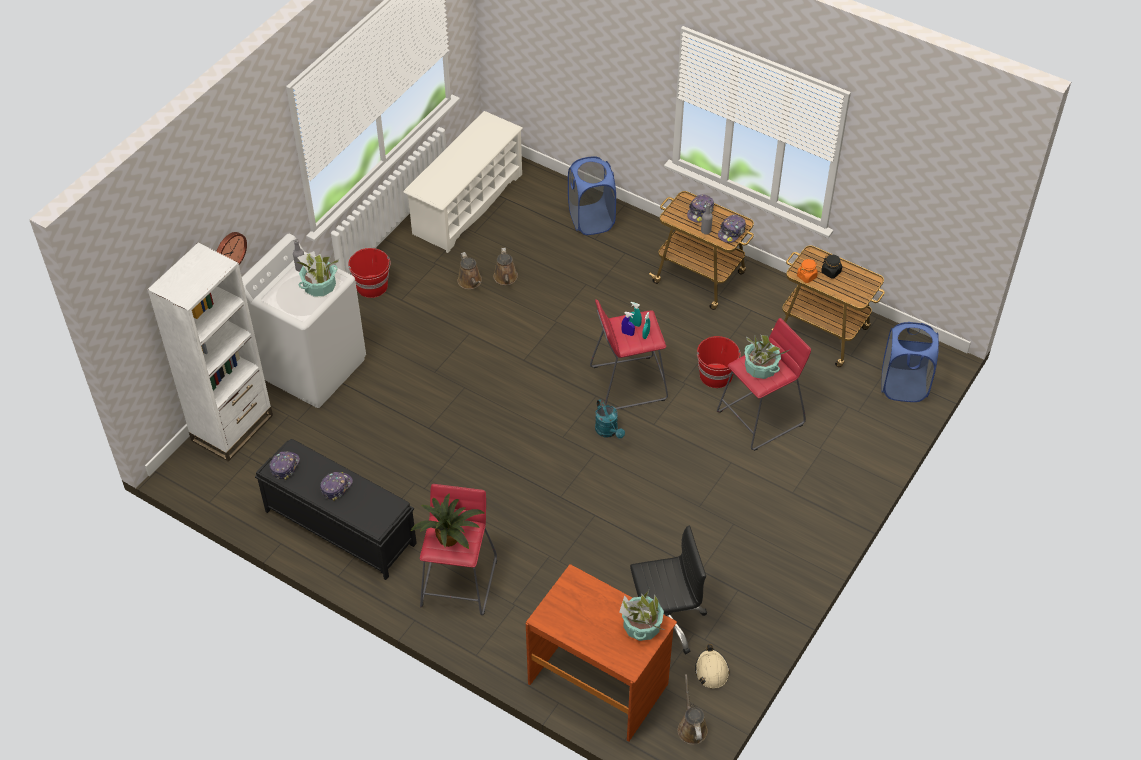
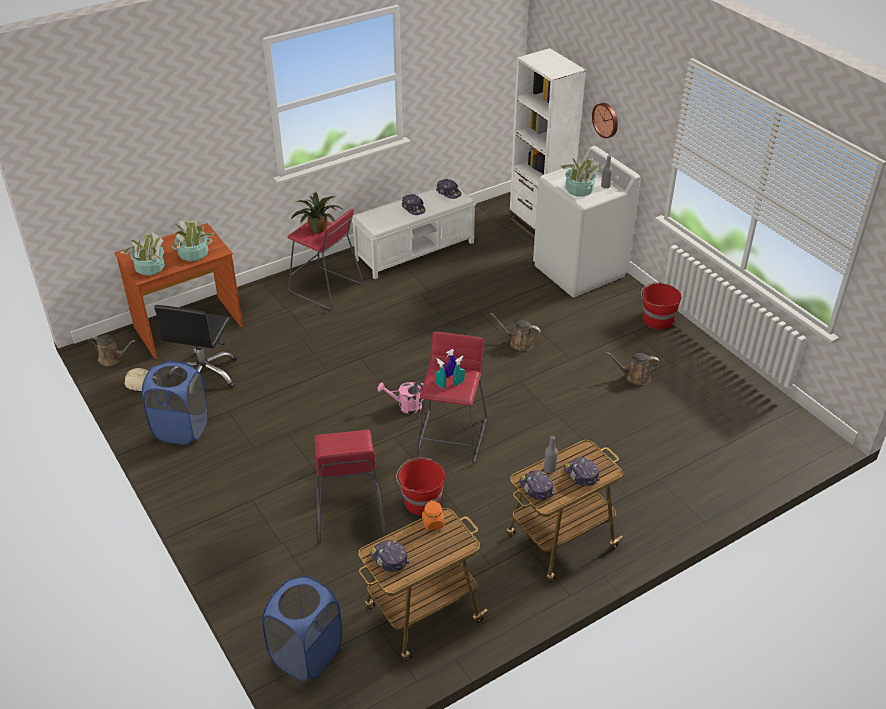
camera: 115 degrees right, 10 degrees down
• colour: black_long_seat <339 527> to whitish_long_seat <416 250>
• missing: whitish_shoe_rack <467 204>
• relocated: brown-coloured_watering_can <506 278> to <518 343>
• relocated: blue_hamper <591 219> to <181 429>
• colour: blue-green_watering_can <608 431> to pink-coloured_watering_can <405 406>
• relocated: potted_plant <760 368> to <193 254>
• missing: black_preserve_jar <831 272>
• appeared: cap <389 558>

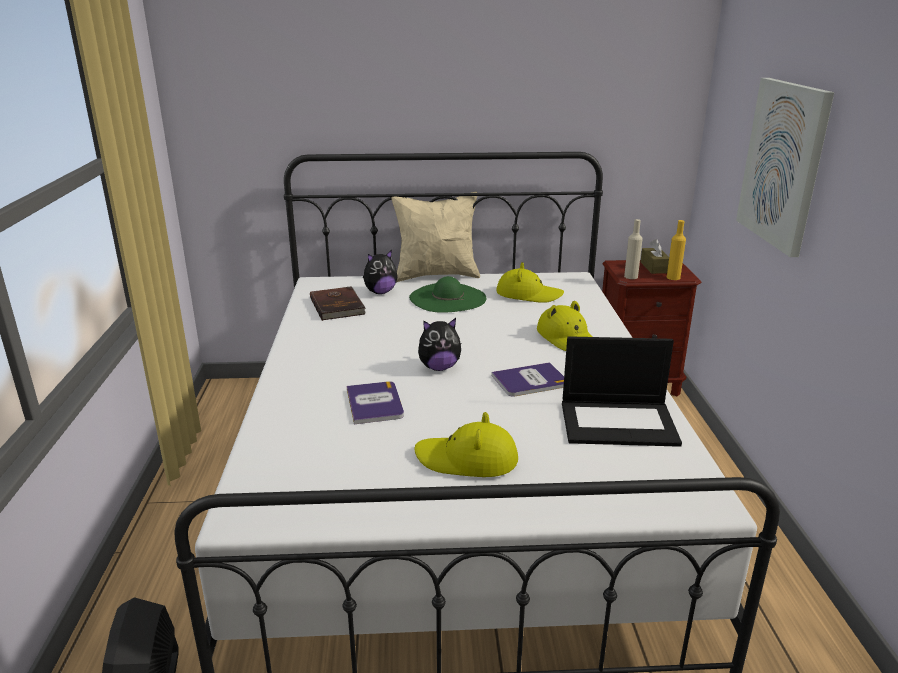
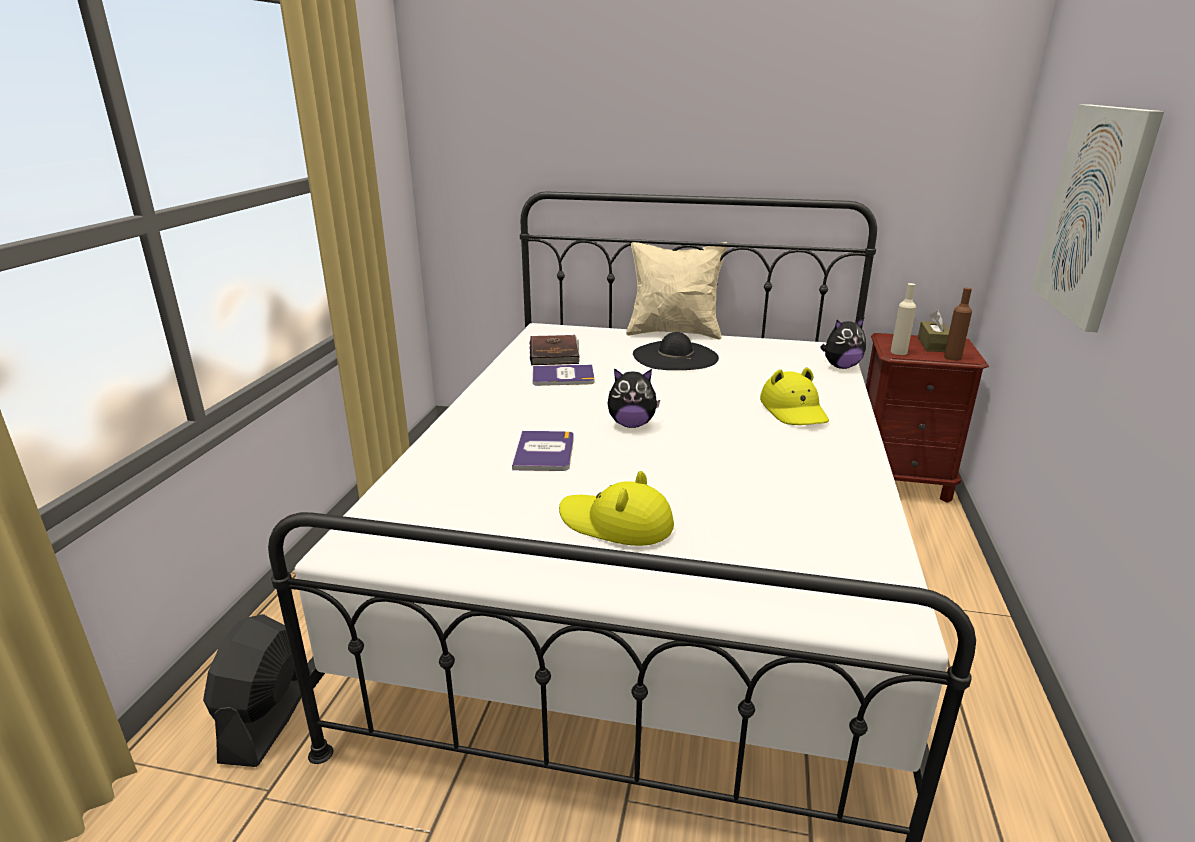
camera: 15 degrees right, 0 degrees up
• relocated: cuddly_toy <380 292> to <841 366>
• colour: green_wearable_hat <447 298> to black_wearable_hat <675 356>
• relocated: bound_book <530 381> to <563 376>
• missing: yellow_wearable_hat <528 294>
• missing: portable_computer <619 422>
• colour: yellow_bottle <673 277> to brown-coloured_bottle <952 357>

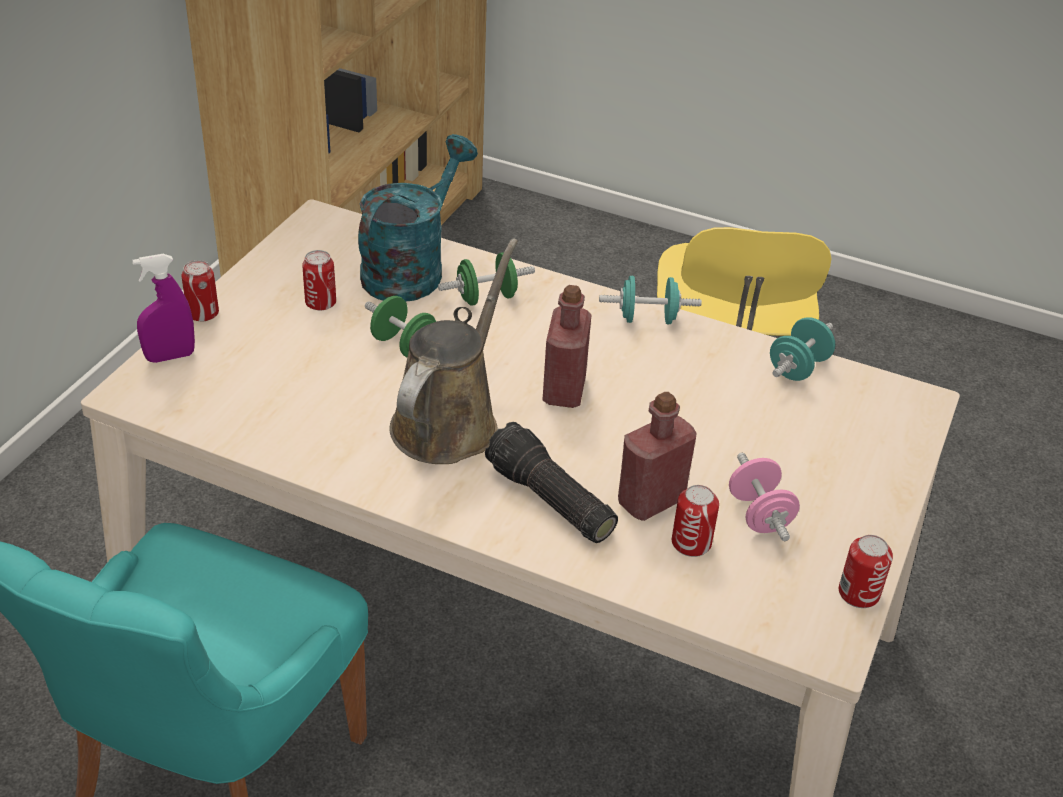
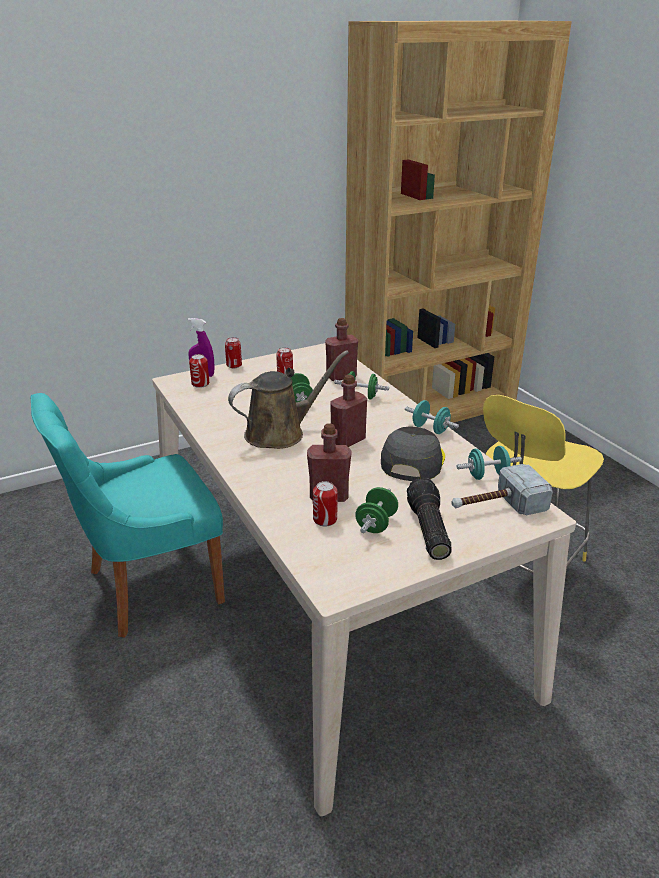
camera: 40 degrees right, 10 degrees down
• exchanged: blue-green_watering_can <411 268> to red_bottle <341 376>
• relocated: flashlight <547 500> to <427 529>
• colour: pink-coloured_hand_weight <759 515> to green_hand_weight <376 524>
• relocated: can <858 593> to <200 384>
• appeared: grey_cap <412 461>
• appeared: hammer <496 507>

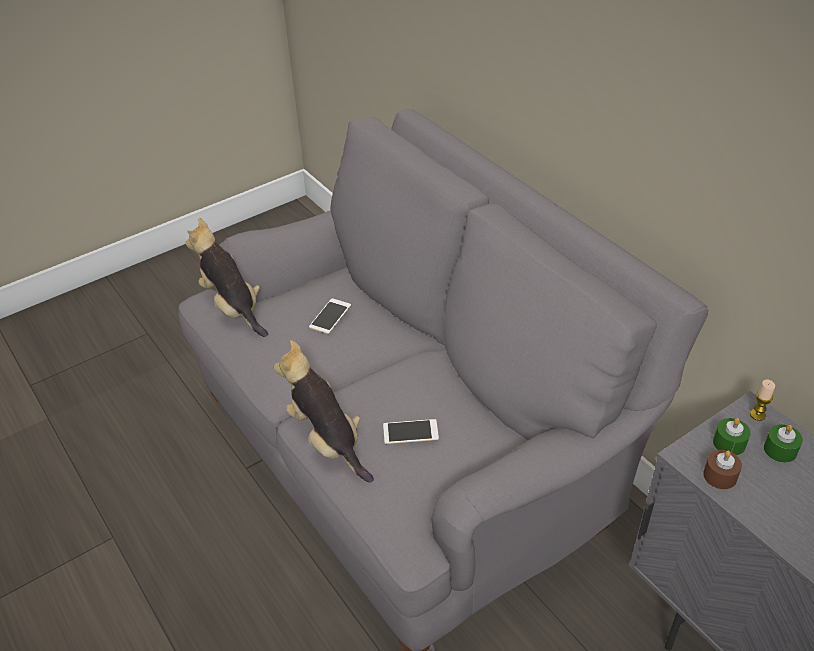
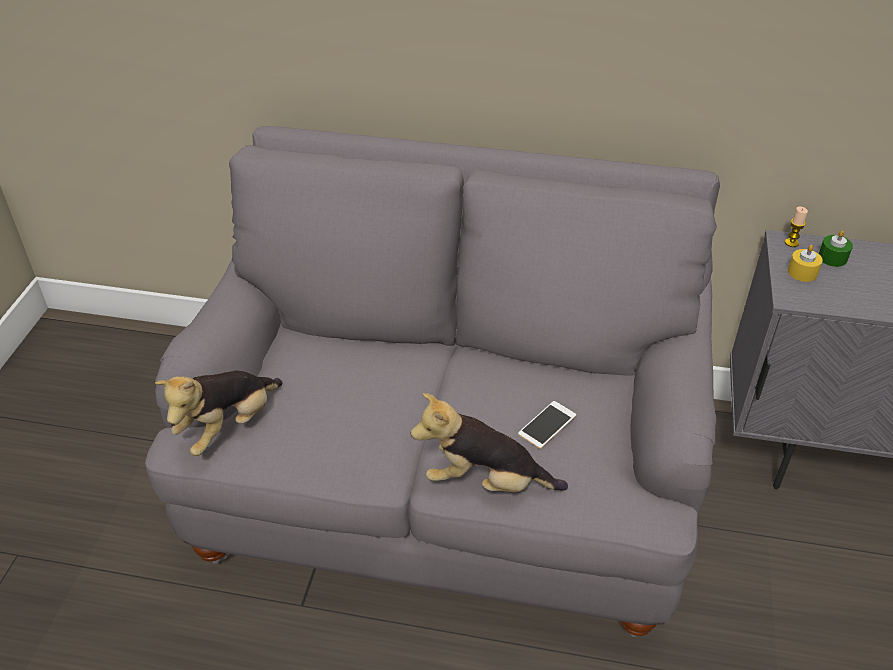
camera: 45 degrees left, 0 degrees up
• spun: cuddly_toy <233 307> = <228 427> 60 degrees counterclockwise
• missing: phone <330 316>
• missing: brown-coloured_wax_light <720 476>
• colour: green_wax_light <729 443> to yellow_wax_light <802 272>

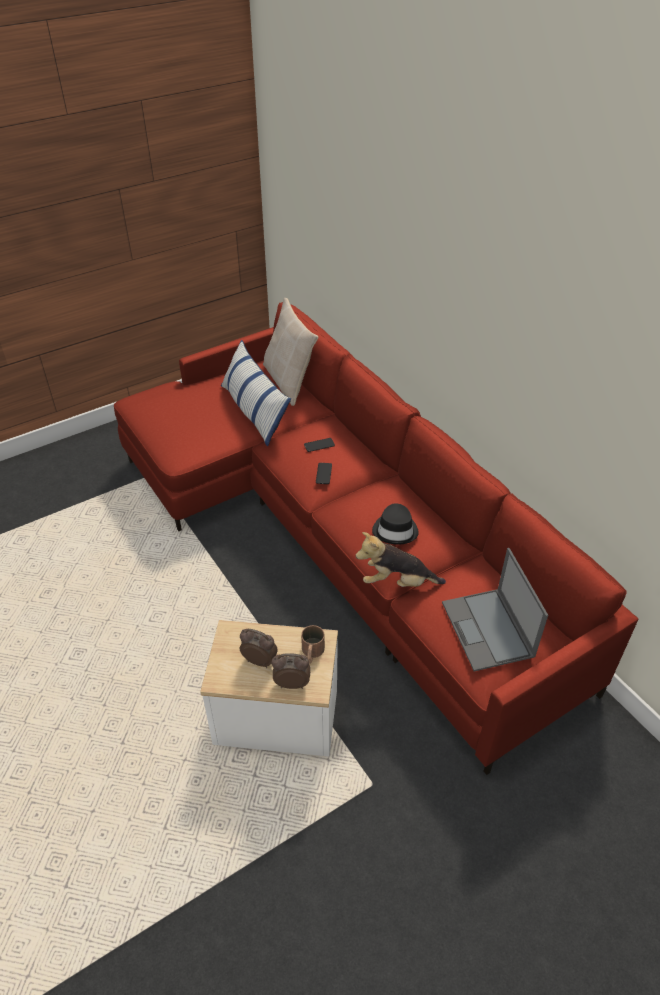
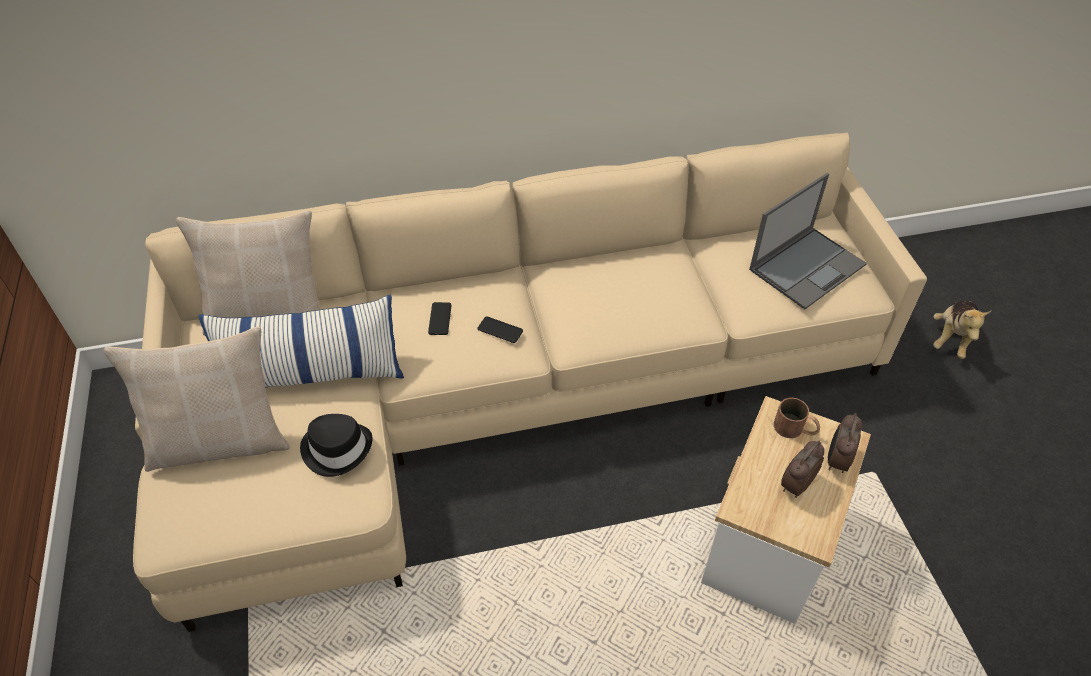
camera: 70 degrees left, 5 degrees up
• colour: red_sofa <338 535> to sand-coloured_sofa <504 395>
• relocated: cuddly_toy <397 582> to <951 338>
• relocated: black_wearable_hat <395 530> to <337 448>
• spun: portable_computer <488 630> = <807 266> 45 degrees counterclockwise
• appeared: sand-coloured_throw_pillow <220 441>

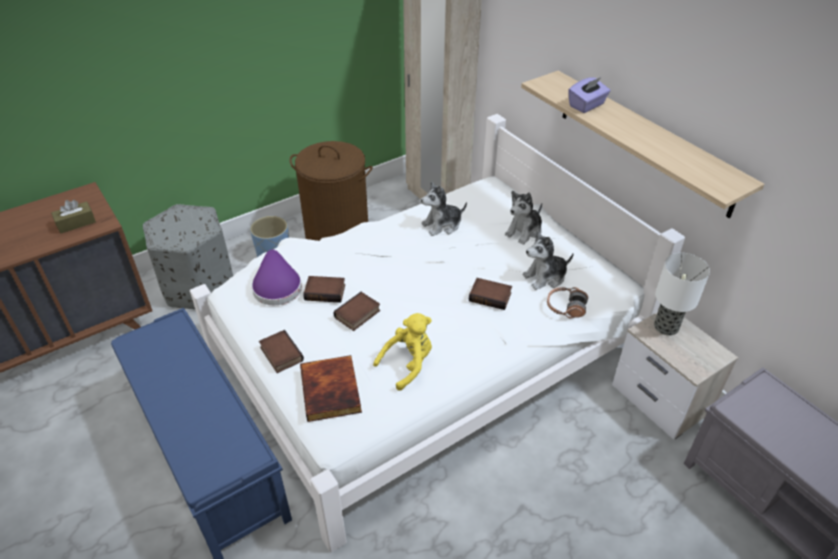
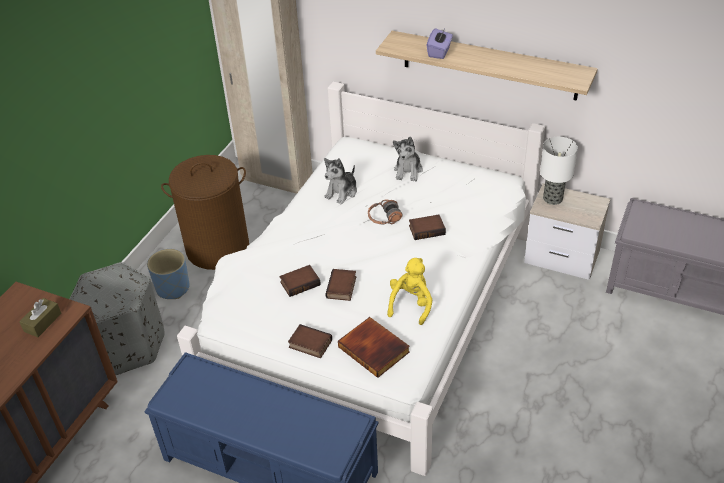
camera: 30 degrees left, 0 degrees up
• missing: purple_wearable_hat <277 286>
• missing: cuddly_toy <545 277>
• relocated: headset <565 307> to <384 218>

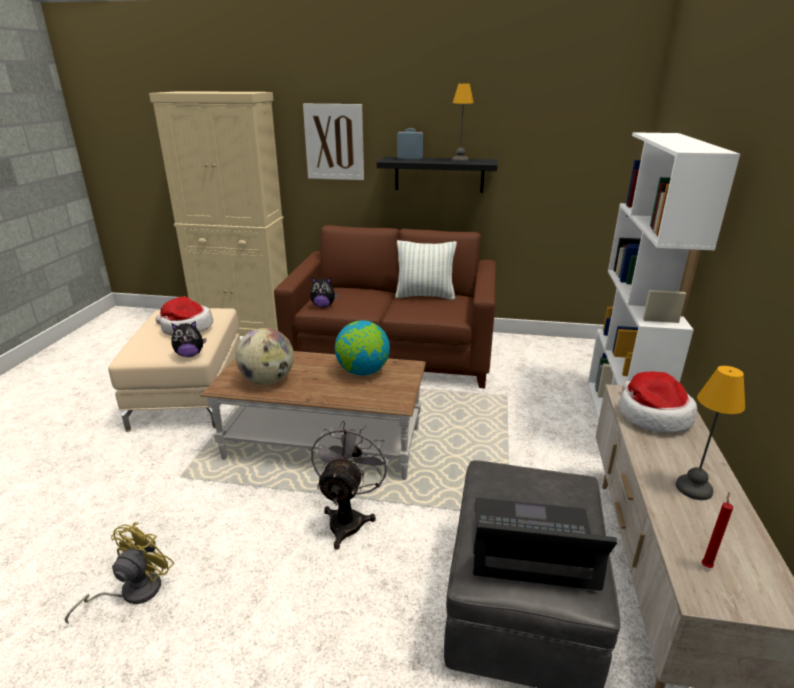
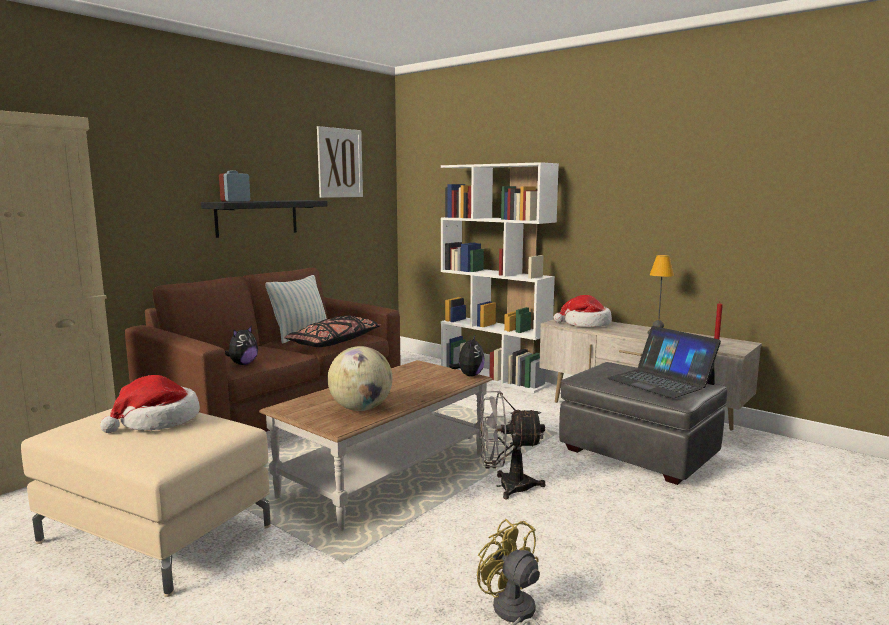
camera: 60 degrees left, 15 degrees down
• relocated: cuddly_toy <190 355> to <469 375>
• relocated: wall_picture <334 142> to <340 163>
• spun: grey_electric_fan <348 518> = <506 486> 45 degrees counterclockwise
• missing: desk_globe <362 372>
• missing: table_lamp <460 160>
• spun: portable_computer <533 543> = <660 381> 75 degrees counterclockwise
• appeared: black_throw_pillow <334 342>

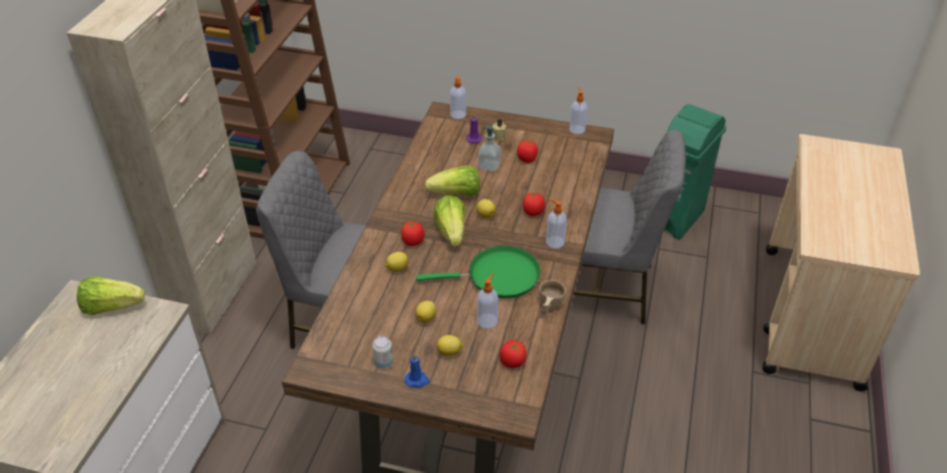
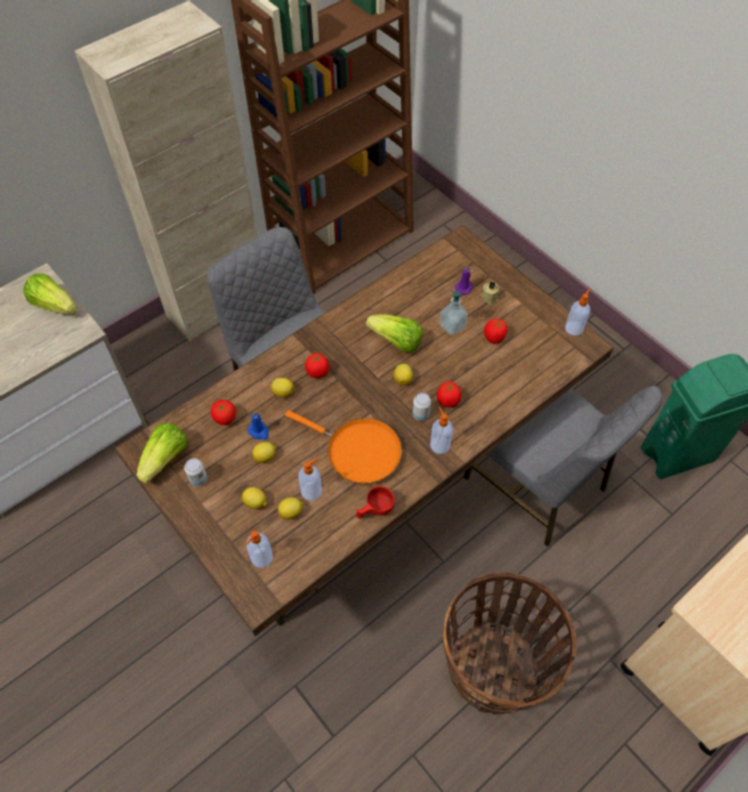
camera: 35 degrees right, 15 degrees up
• relocated: blue_wax_light <417 380> to <259 431>
• colour: green_skillet <498 276> to orangey_skillet <358 451>
• relocated: lettuce <451 231> to <166 458>
• relocated: liquid_soap_bottle <458 115> to <261 558>
• relocated: tomato <512 362> to <225 418>
• colour: sand-coloured_small_cup <548 307> to red_small_cup <374 510>
• appeared: lemon <291 512>
• appeared: can <420 414>
• appeared: storage_basket <493 669>

